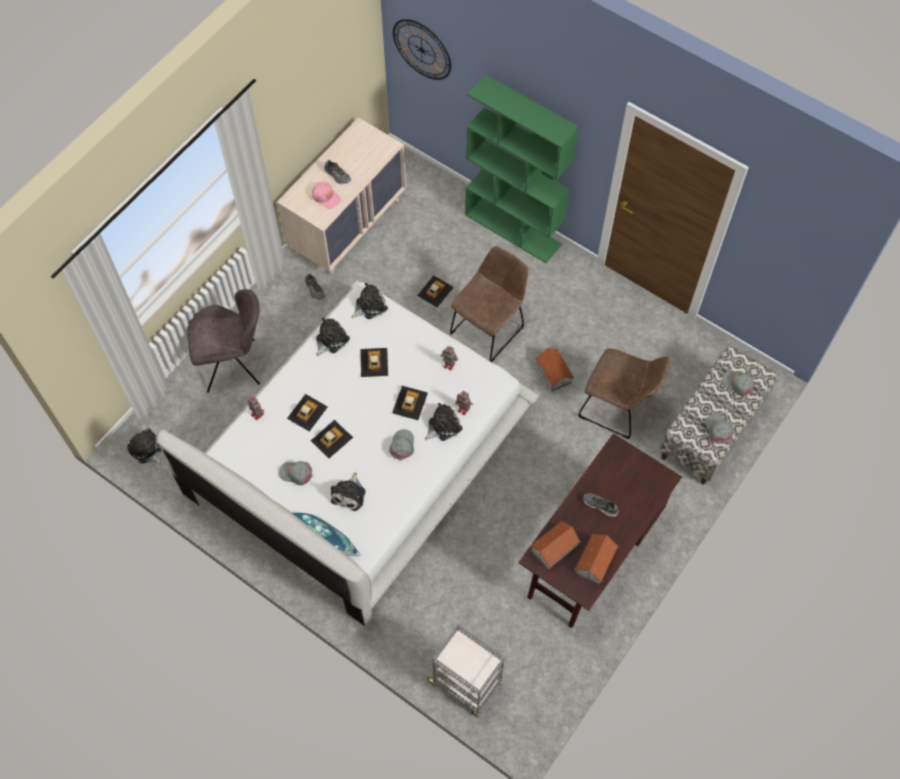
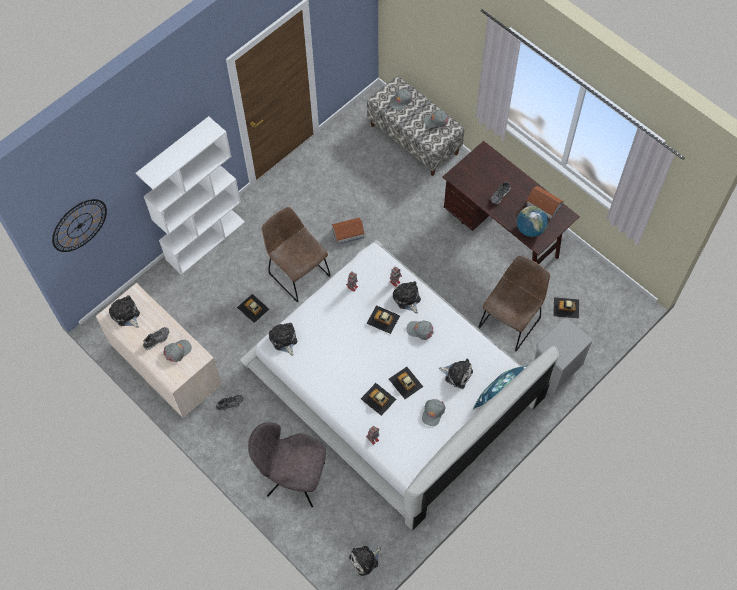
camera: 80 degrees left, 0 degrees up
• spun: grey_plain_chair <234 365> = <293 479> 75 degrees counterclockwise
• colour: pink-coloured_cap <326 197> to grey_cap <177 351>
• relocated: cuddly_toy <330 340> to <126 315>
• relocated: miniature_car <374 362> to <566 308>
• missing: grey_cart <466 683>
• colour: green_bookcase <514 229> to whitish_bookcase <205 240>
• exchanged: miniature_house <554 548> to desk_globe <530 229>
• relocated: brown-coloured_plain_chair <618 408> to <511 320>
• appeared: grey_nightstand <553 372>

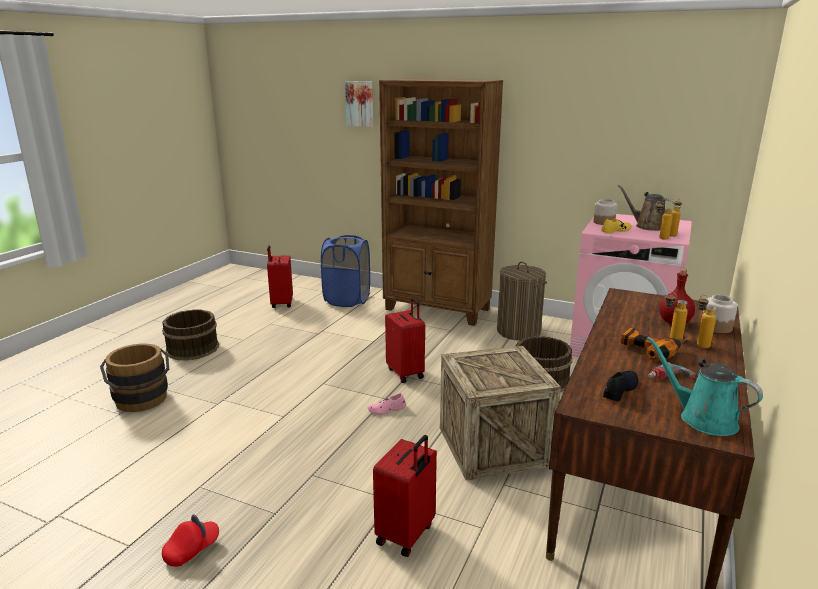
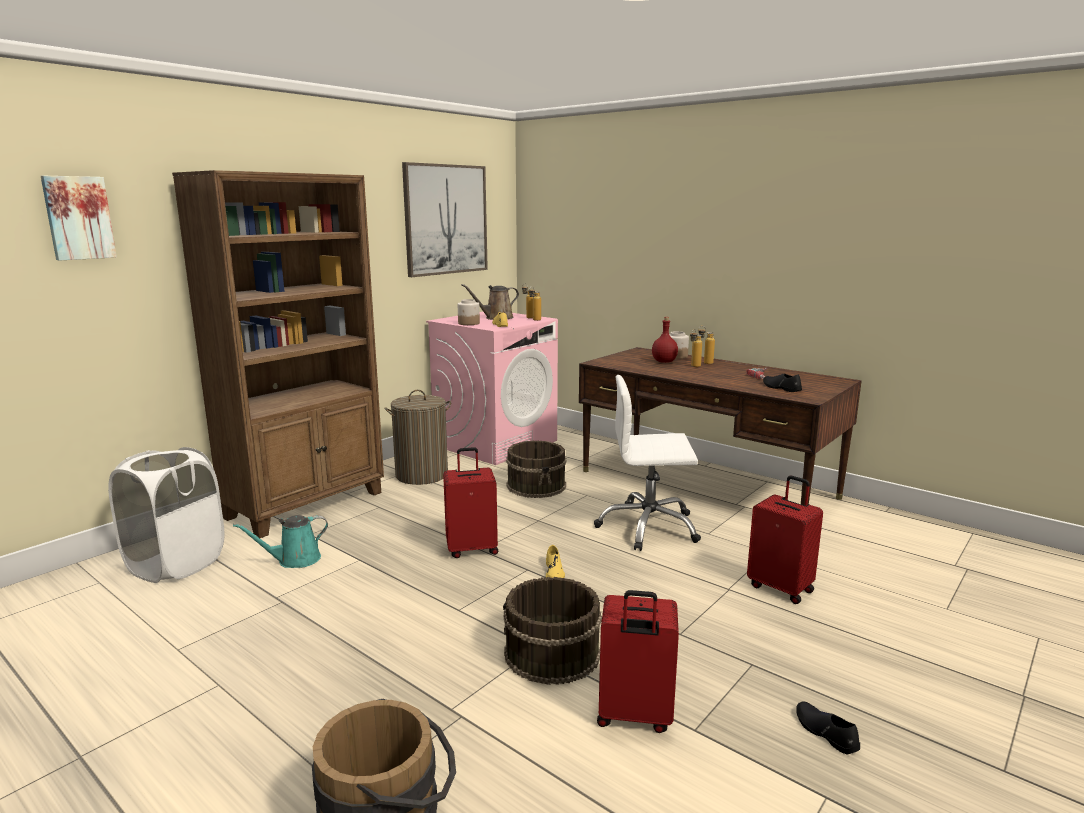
camera: 75 degrees left, 5 degrees down
• relocated: brown-coloured_water_bucket <192 348> to <551 654>
• exchanged: red_cap <192 550> to black_item_of_footwear <825 732>
• relocated: red_piece_of_luggage <281 304> to <634 716>
• colour: blue_hamper <347 300> to whitish_hamper <176 564>
• colour: pink-coloured_item_of_footwear <386 409> to yellow_item_of_footwear <554 571>
• exchanged: packing_crate <493 446> to whitish_desk_chair <648 527>
• missing: electric_drill <650 348>
• relocated: blue-green_watering_can <702 419> to <295 560>
• appeared: wall_picture <446 219>

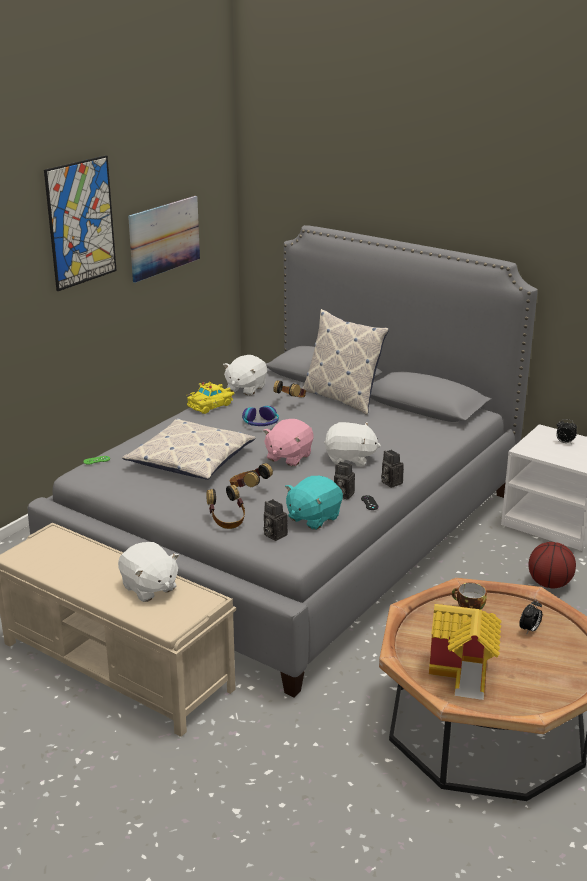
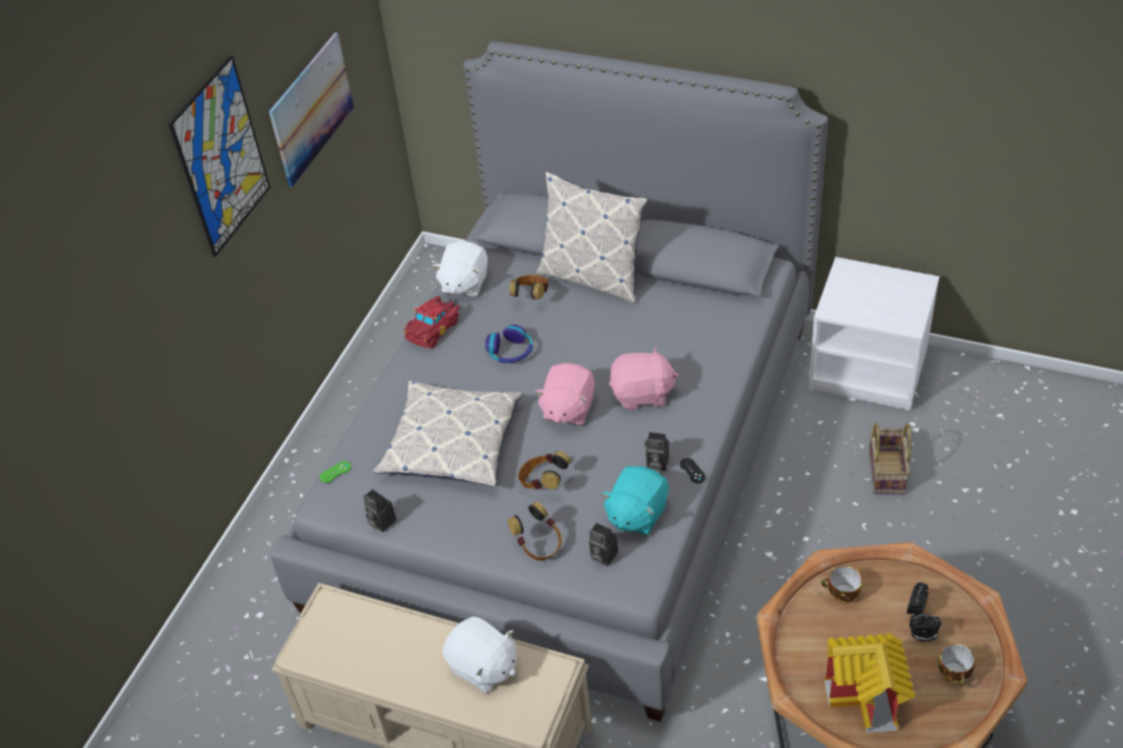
camera: 10 degrees left, 20 degrees up
• colour: yellow_miniature_car <211 405> to red_miniature_car <434 328>
• colour: whitish_cuddly_toy <350 459> to pink-coloured_cuddly_toy <642 394>
• relocated: still_camera <390 482> to <380 522>
• exchanged: basketball <549 584> to storage_basket <888 473>
• relocated: table_clock <564 443> to <922 637>
• appeared: small_cup <955 674>

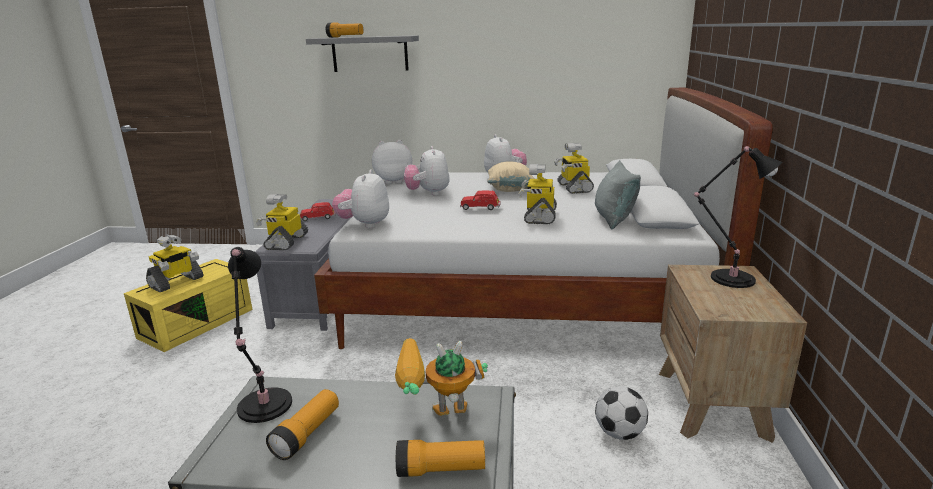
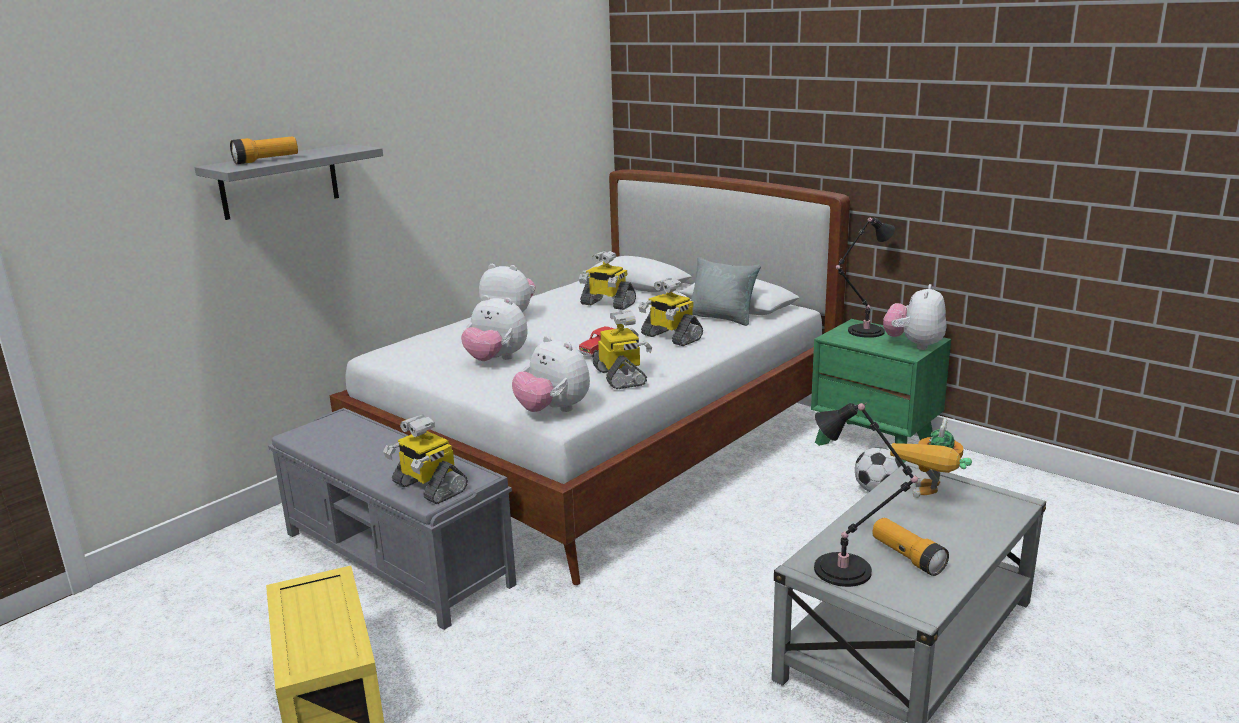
camera: 55 degrees left, 0 degrees up
• relocated: robot_figure <176 282> to <621 377>
• missing: red_miniature_car <318 218>
• relocated: cuddly_toy <393 181> to <914 345>
• missing: flashlight <441 470>
• missing: sand-coloured_throw_pillow <511 190>
• colour: brown-coloured_nightstand <712 403> to green_nightstand <875 443>

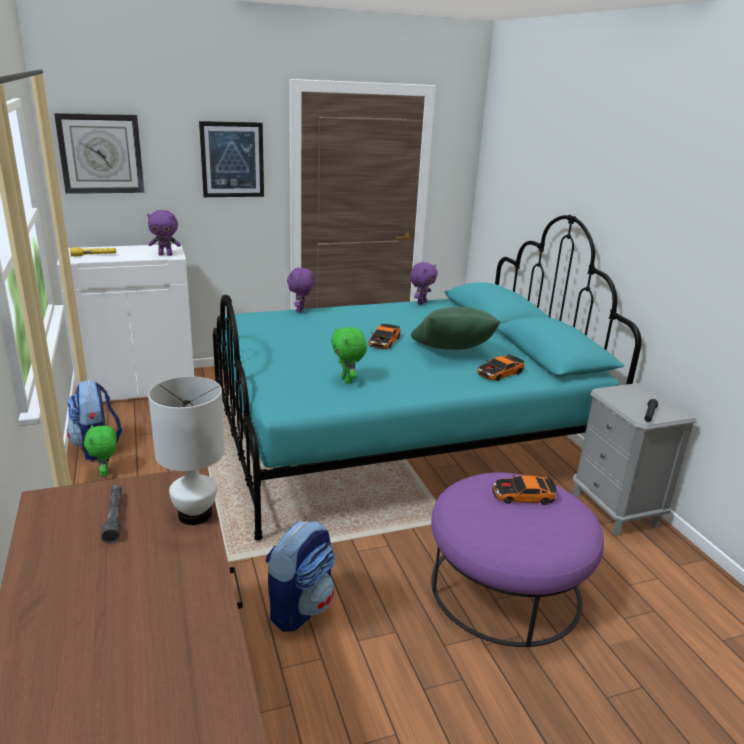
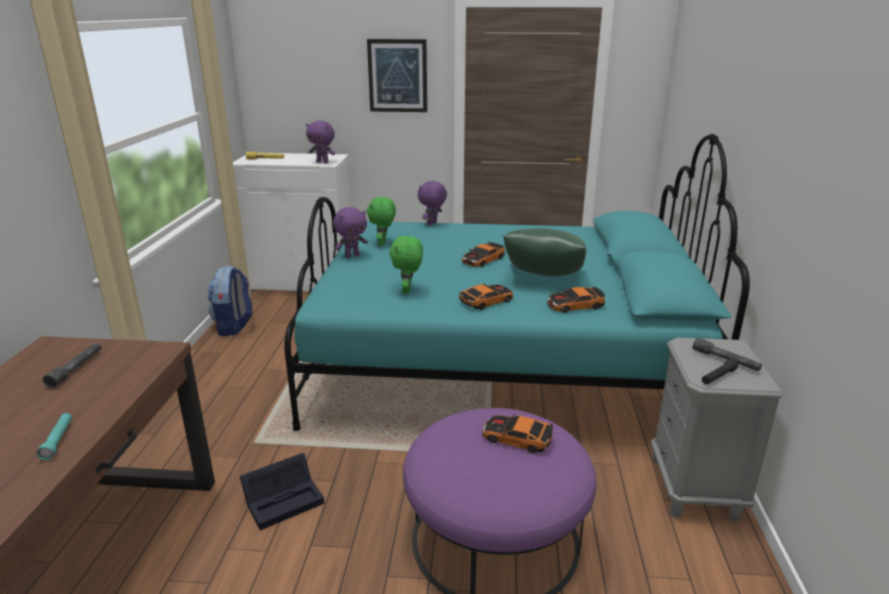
camera: 25 degrees right, 0 degrees up
• missing: wall_clock <101 154>
• relocated: green_cuddly_toy <105 472> to <383 243>
• missing: whitish_table_lamp <195 514>
• exchanged: knapsack <300 607> to black_storage_container <285 499>
• relocated: purple_cuddly_toy <421 302> to <352 255>
• appeared: blue-green_flashlight <58 441>
• appeared: miniature_car <486 301>
• appeared: grey_flashlight <725 360>

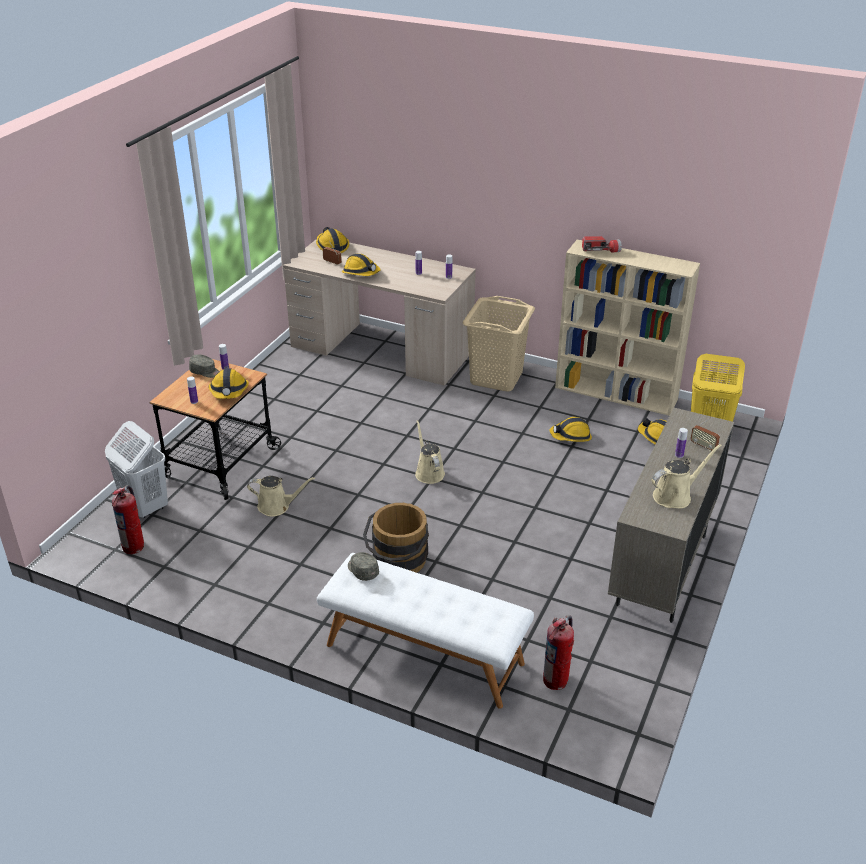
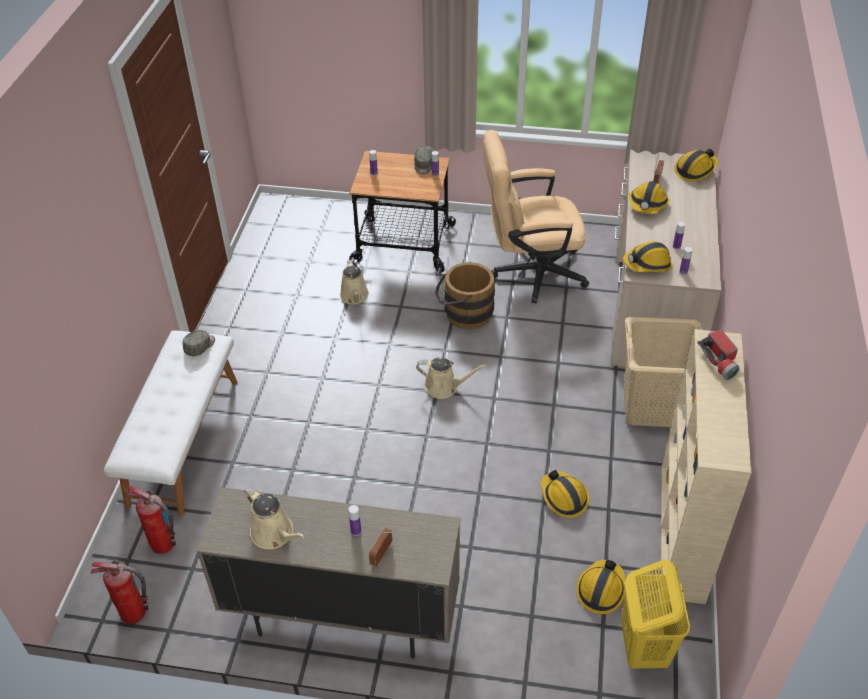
camera: 75 degrees right, 10 degrees up
• missing: whitish_hamper <145 507>
• relocated: fire_extinguisher <134 546> to <133 613>
• relocated: hard_hat <229 391> to <647 264>
• relocated: brown-coloured_water_bucket <398 563> to <464 313>
• spun: sand-coloured_watering_can <428 472> = <444 387> 45 degrees clockwise
• appeared: sand-coloured_desk_chair <530 272>

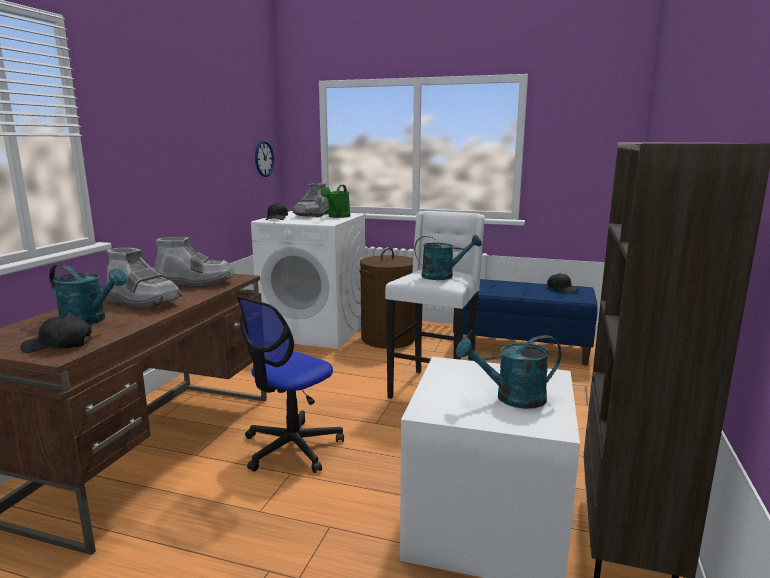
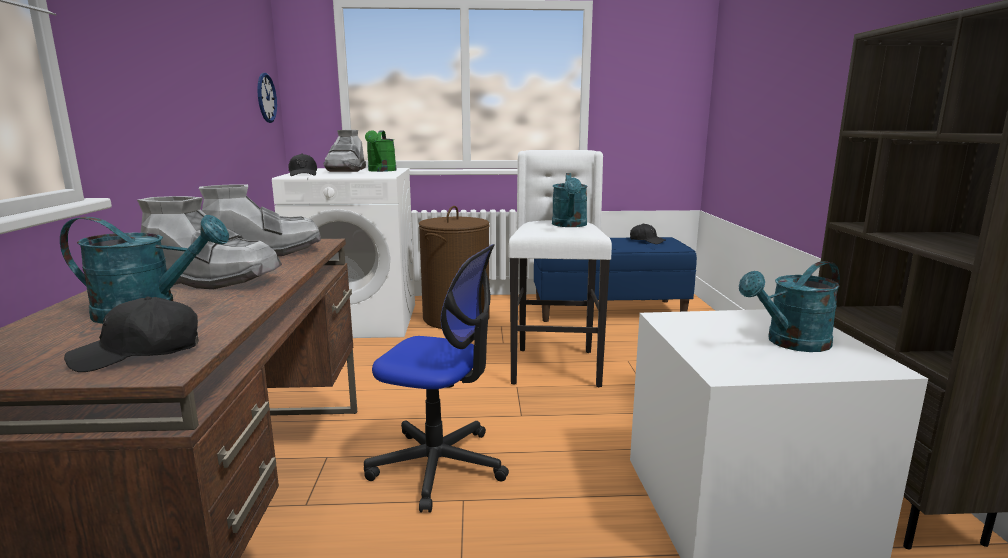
camera: 20 degrees left, 0 degrees up
• spun: desk_chair <291 447> = <439 466> 90 degrees counterclockwise
• spun: blue-green_watering_can <443 276> = <570 225> 120 degrees clockwise

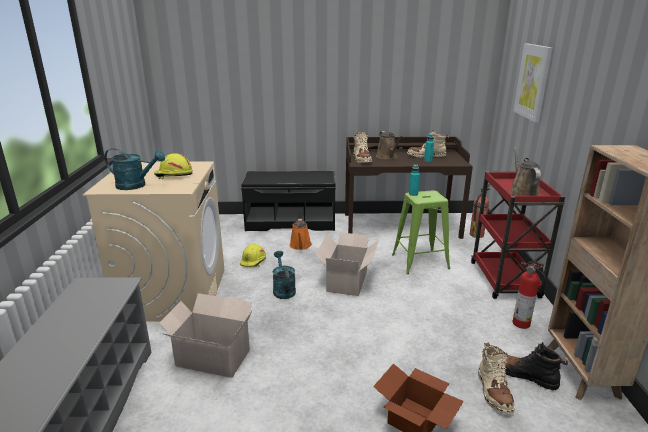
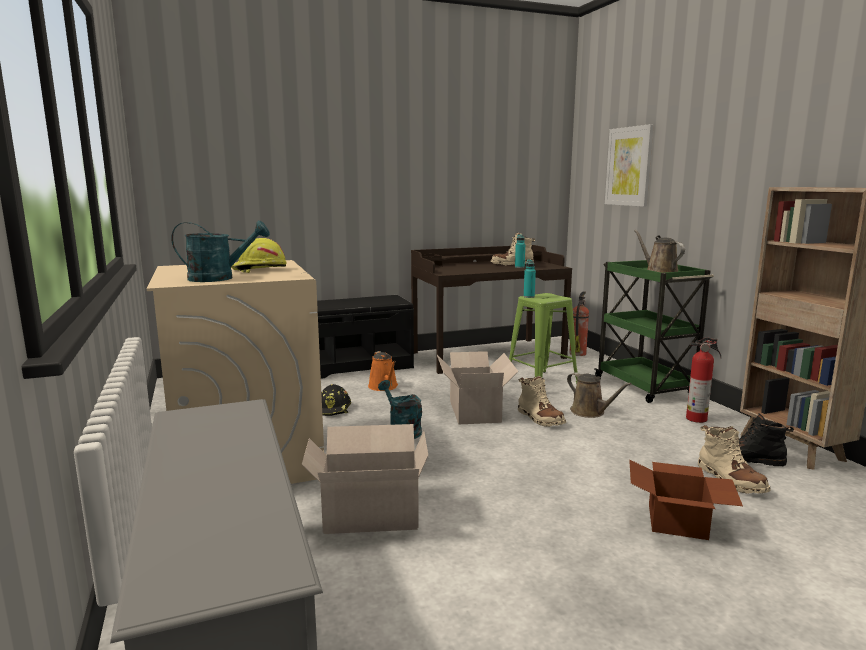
camera: 20 degrees left, 10 degrees down
• colour: yellow_hard_hat <253 261> to black_hard_hat <335 409>
• relocated: sand-coloured_high-top_boot <361 159> to <540 418>
• relocated: brown-coloured_watering_can <387 157> to <590 412>
• colour: red_cart <505 281> to green_cart <645 387>

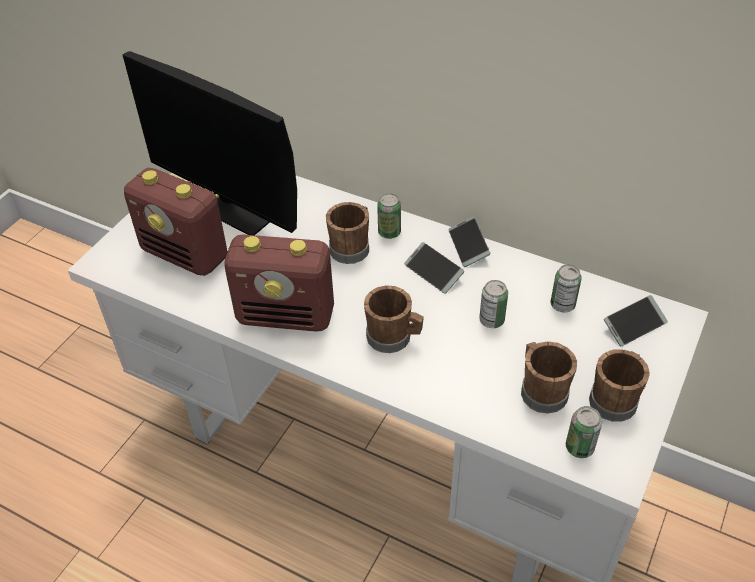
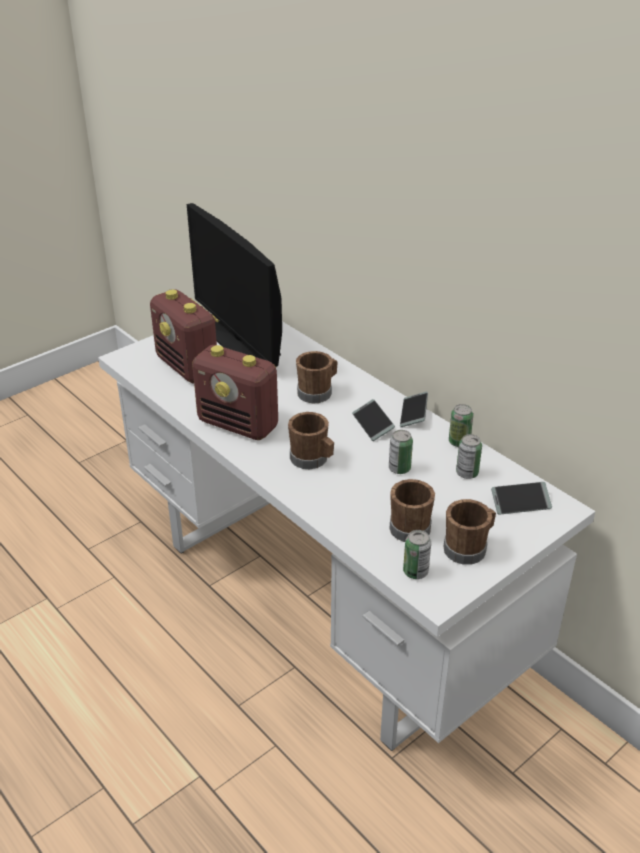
camera: 20 degrees right, 10 degrees down
• relocated: can <389 232> to <459 442>

